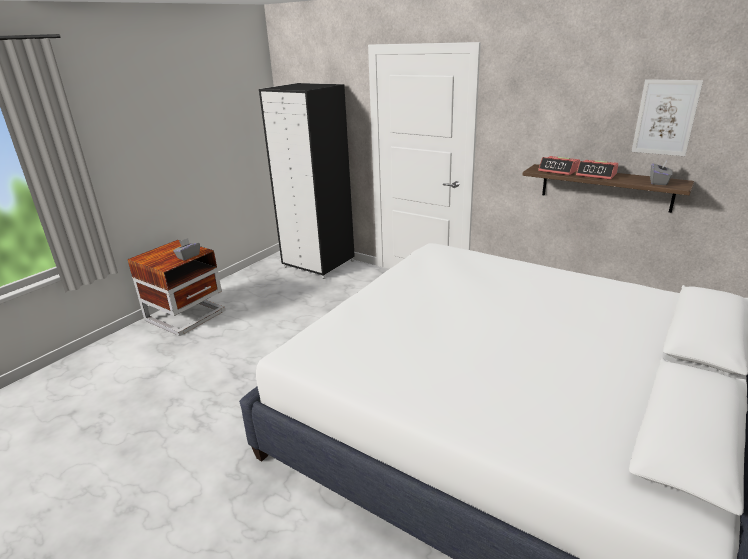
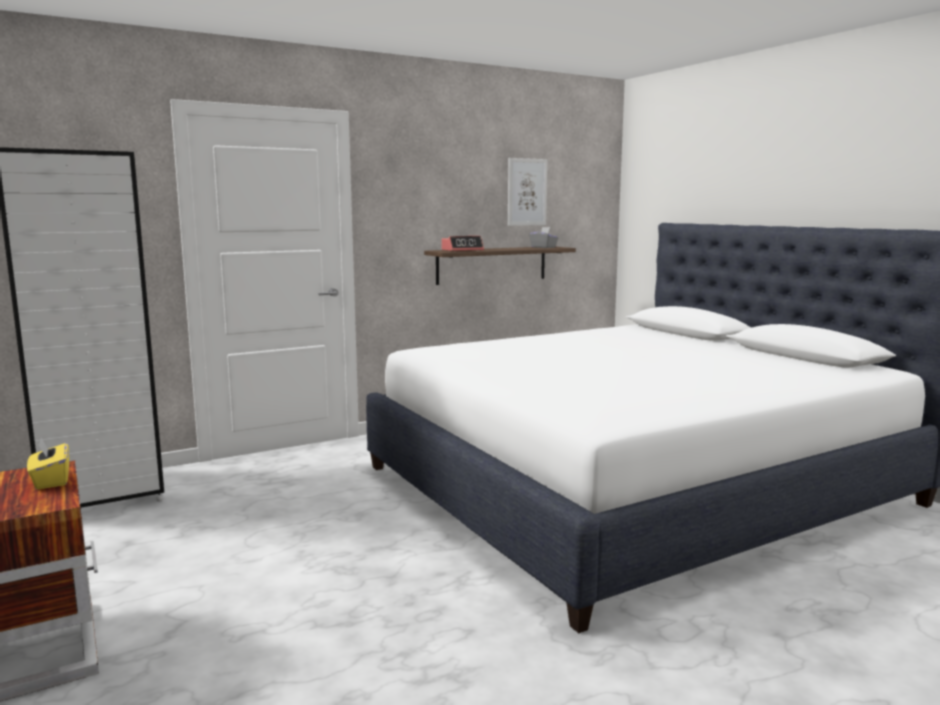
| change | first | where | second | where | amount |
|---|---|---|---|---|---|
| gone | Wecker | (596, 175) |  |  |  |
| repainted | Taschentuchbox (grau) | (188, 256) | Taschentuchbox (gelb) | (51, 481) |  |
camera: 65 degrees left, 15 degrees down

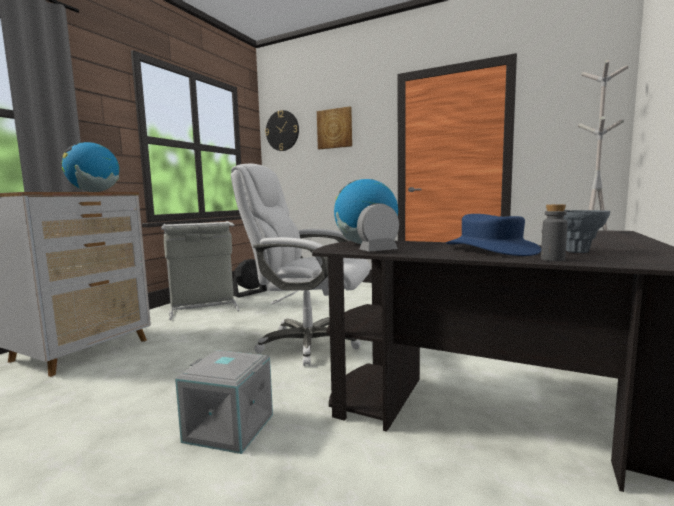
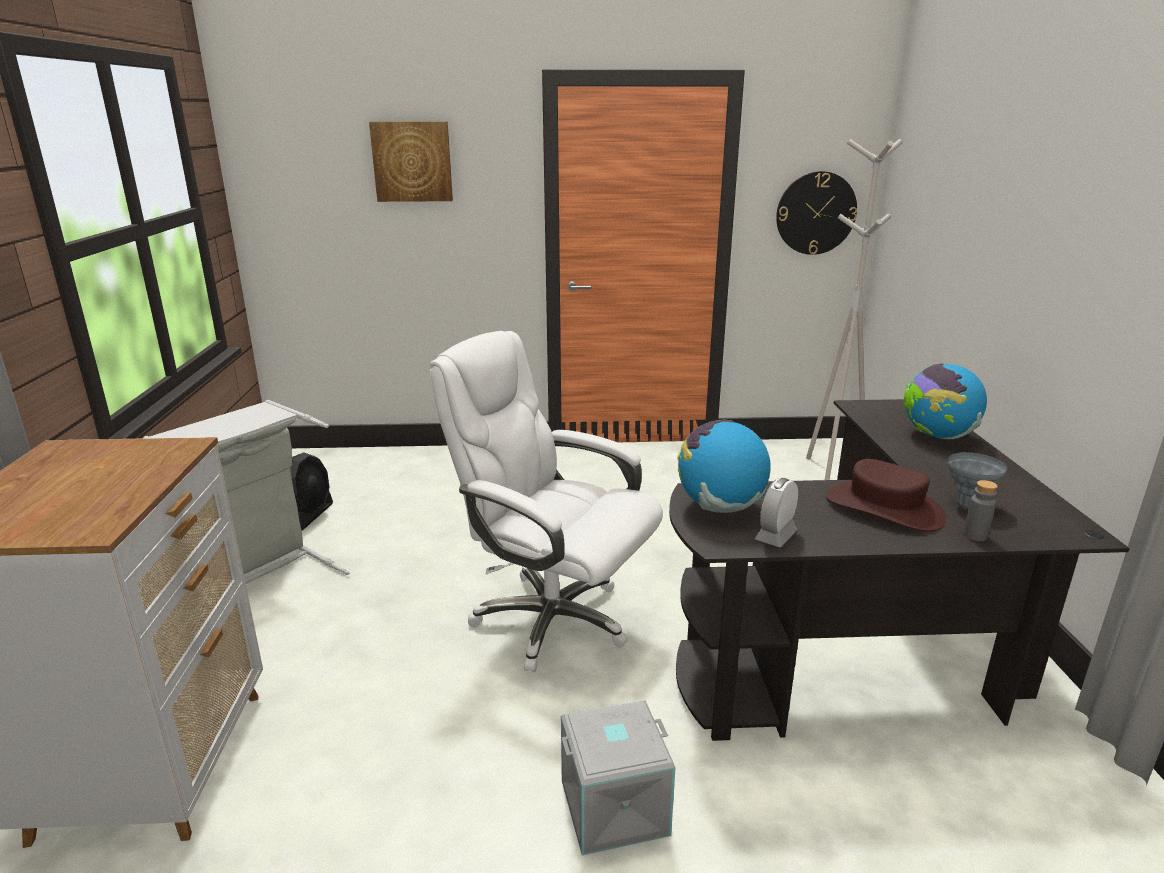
| change | first | where | second | where | amount |
|---|---|---|---|---|---|
| shifted | Globus | (94, 192) |  | (937, 436) |  |
| shifted | Wanduhr | (282, 130) |  | (816, 213) |  |
| repainted | Hut (blau) | (490, 249) | Hut (braun) | (884, 507) |  |
| rotated | Bürostuhl (weiß) | (310, 344) |  | (555, 620) | 45 degrees clockwise |
camera: 30 degrees left, 15 degrees up

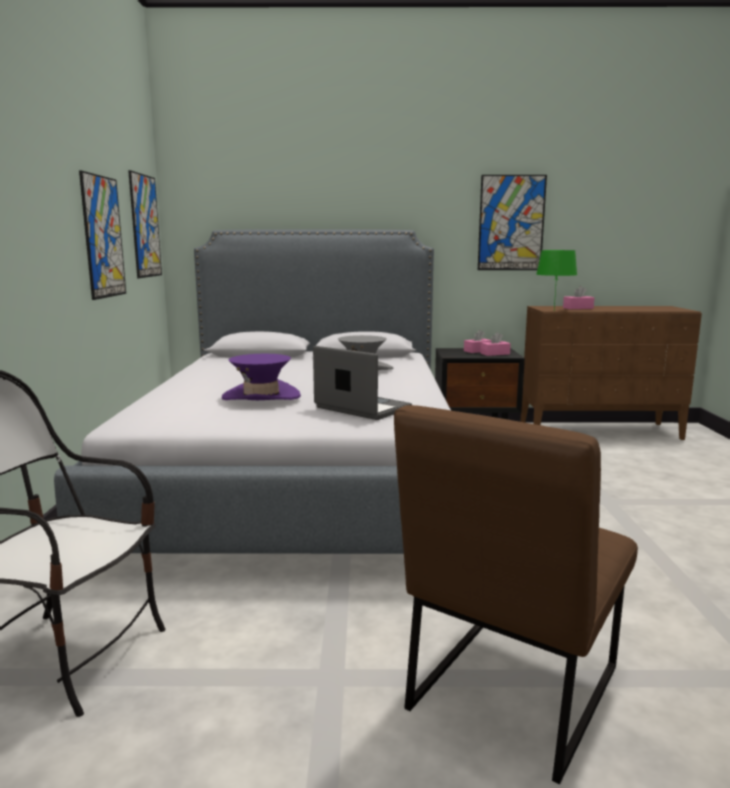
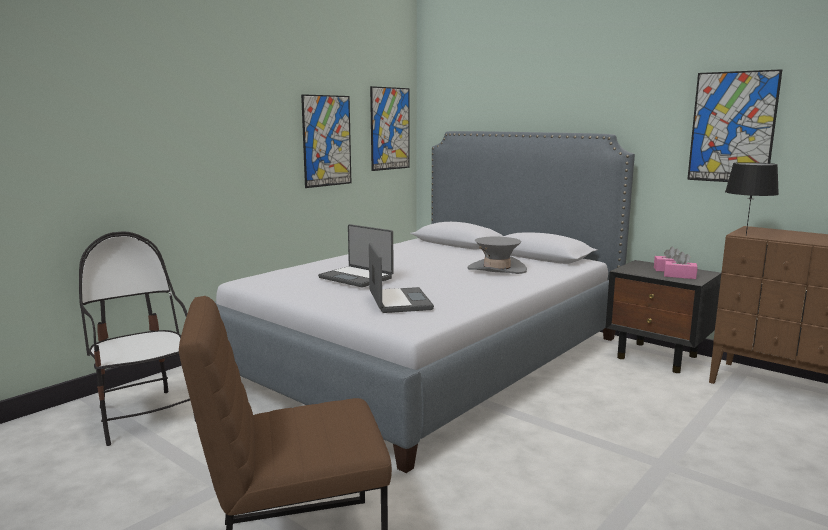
| change | first | where | second | where | amount |
|---|---|---|---|---|---|
| gone | Taschentuchbox (rosa) | (578, 308) |  |  |  |
| swapped | Hut (lila) | (261, 396) | Laptop | (357, 278) |  |
| repainted | Tischlampe (grün) | (554, 310) | Tischlampe (schwarz) | (746, 235) |  |
camera: 40 degrees right, 0 degrees up

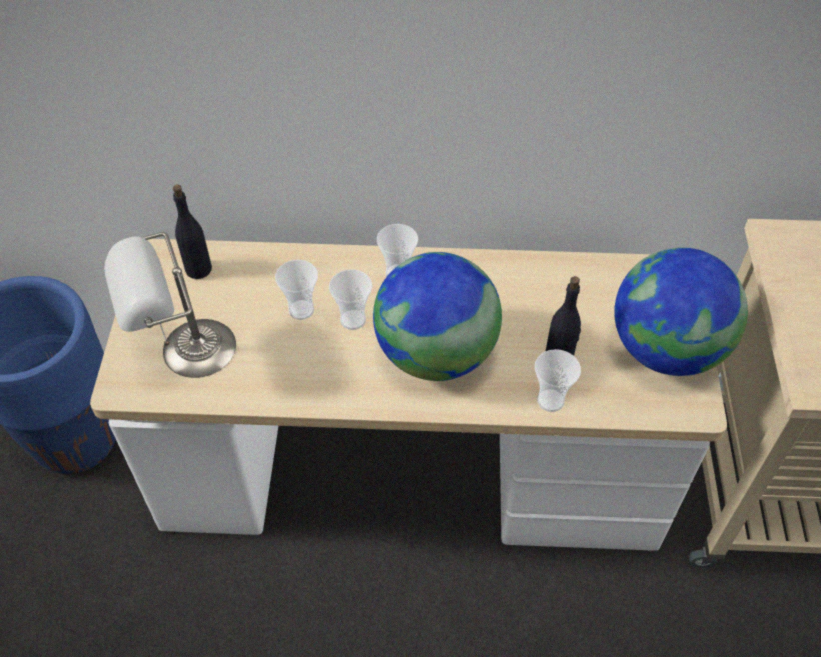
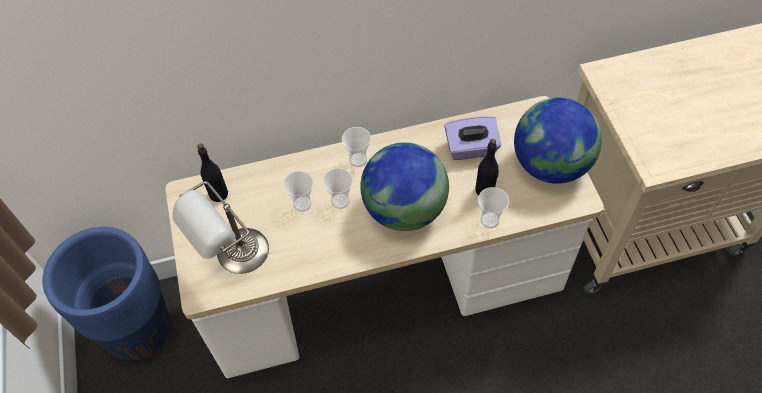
| change | first | where | second | where | amount |
|---|---|---|---|---|---|
| new |  |  | Taschentuchbox (lila) | (471, 149) |  |
camera: 15 degrees left, 5 degrees up

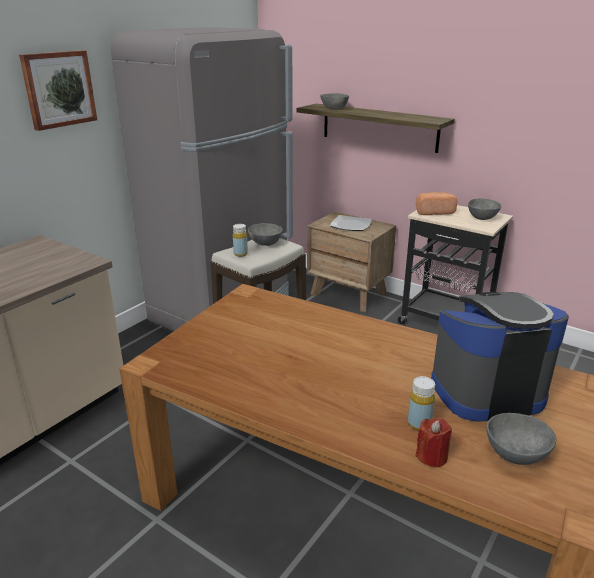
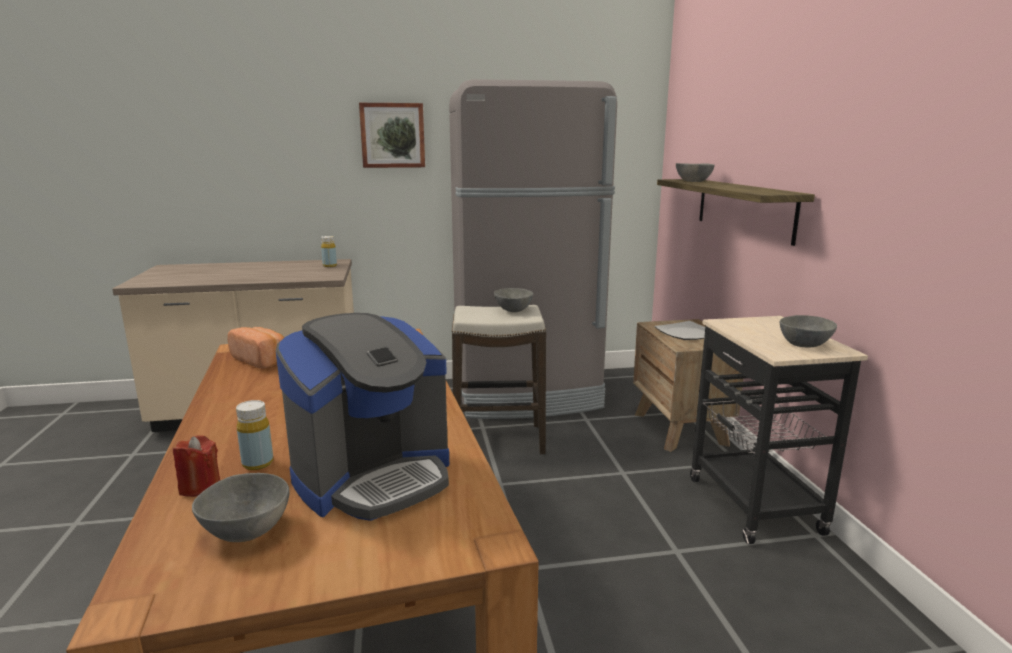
| change | first | where | second | where | amount |
|---|---|---|---|---|---|
| shifted | Flasche (gelb) | (240, 254) |  | (329, 266) |  |
| shifted | Brot | (433, 212) |  | (262, 360) |  |
| rotated | Kaffeemaschine | (485, 390) |  | (374, 477) | 105 degrees clockwise |
camera: 45 degrees right, 10 degrees down

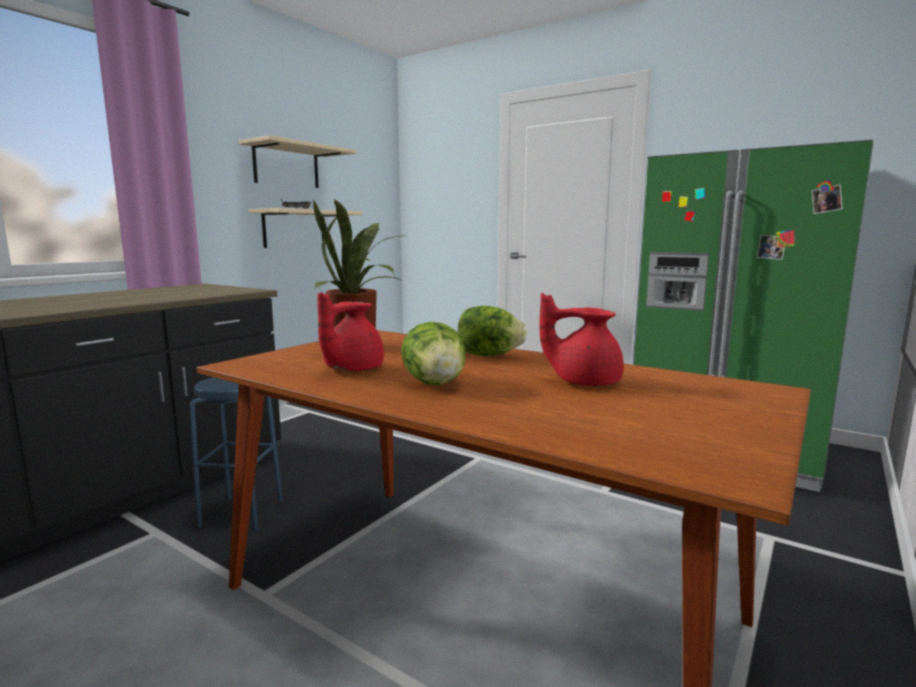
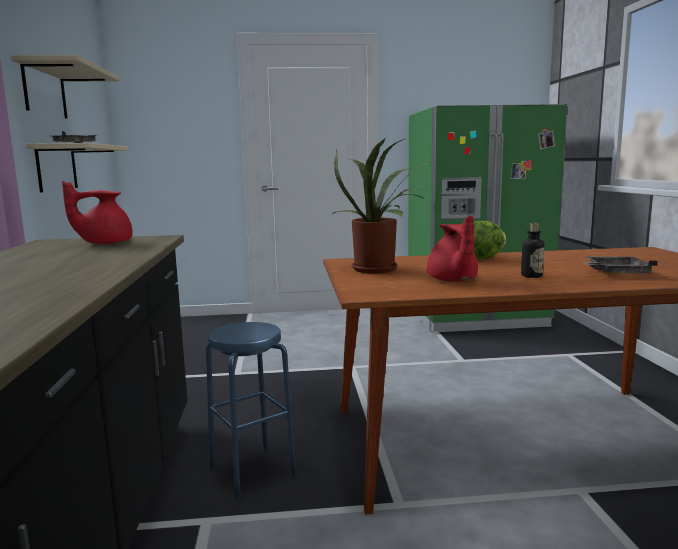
| change | first | where | second | where | amount |
|---|---|---|---|---|---|
| new |  |  | Tablett (grau) | (615, 273) |  |
| shifted | Teekanne (rot) | (583, 381) |  | (105, 243) |  |
| swapped | Salatkopf | (435, 384) | Flasche | (531, 276) |  |
camera: 40 degrees left, 0 degrees up

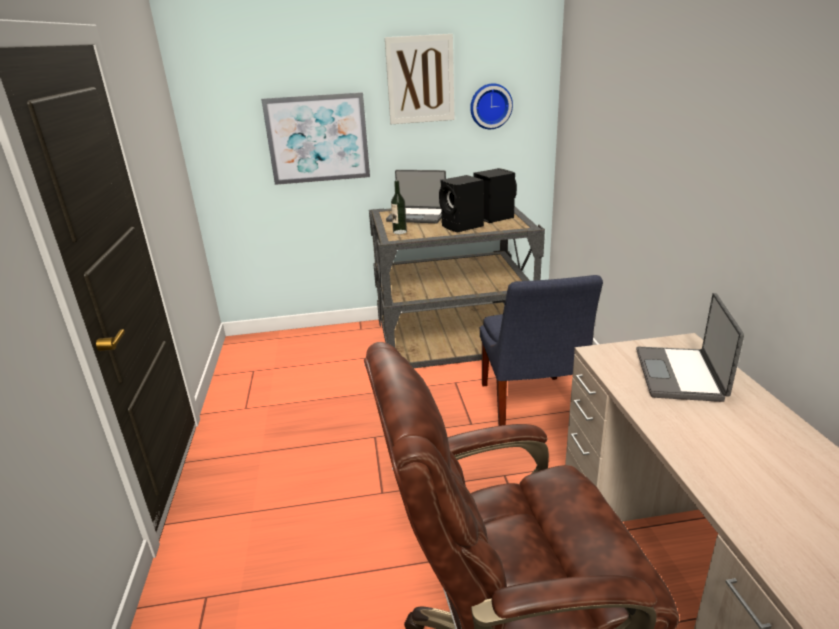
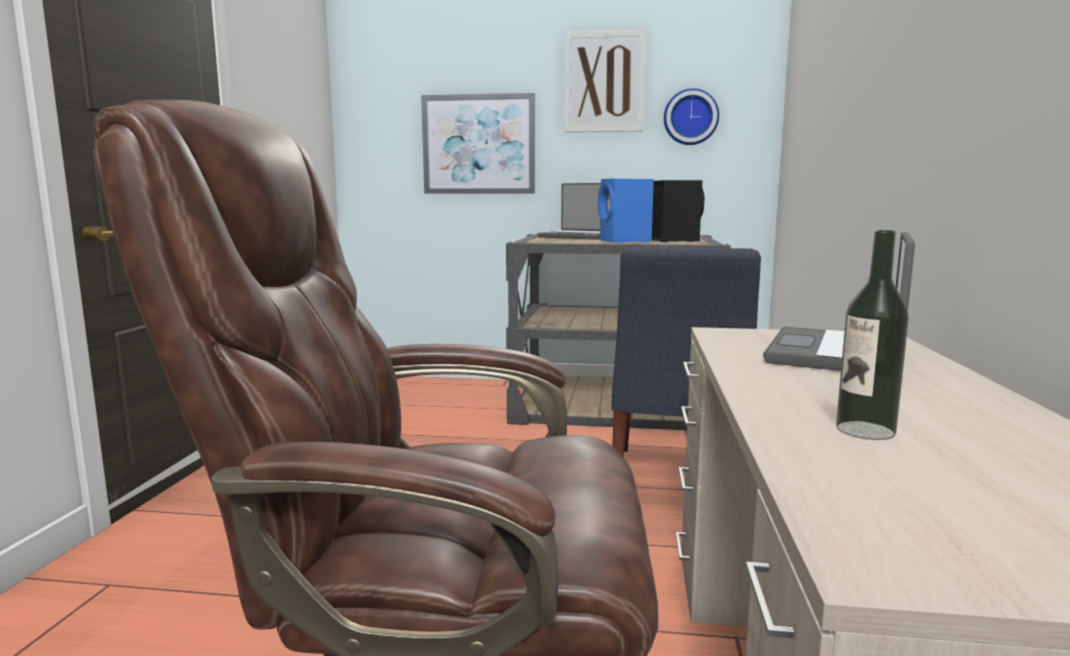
| change | first | where | second | where | amount |
|---|---|---|---|---|---|
| shifted | Flasche | (400, 232) |  | (865, 430) |  |
| repainted | Lautsprecher (schwarz) | (462, 226) | Lautsprecher (blau) | (625, 241) |  |
camera: 15 degrees right, 15 degrees down

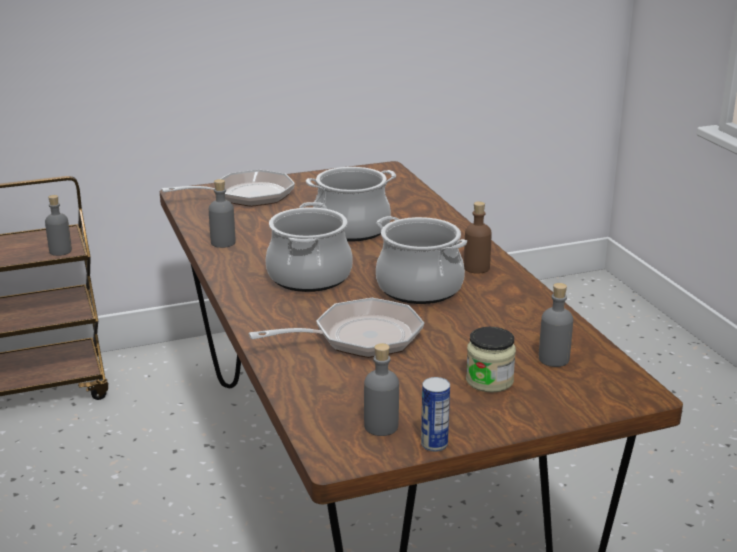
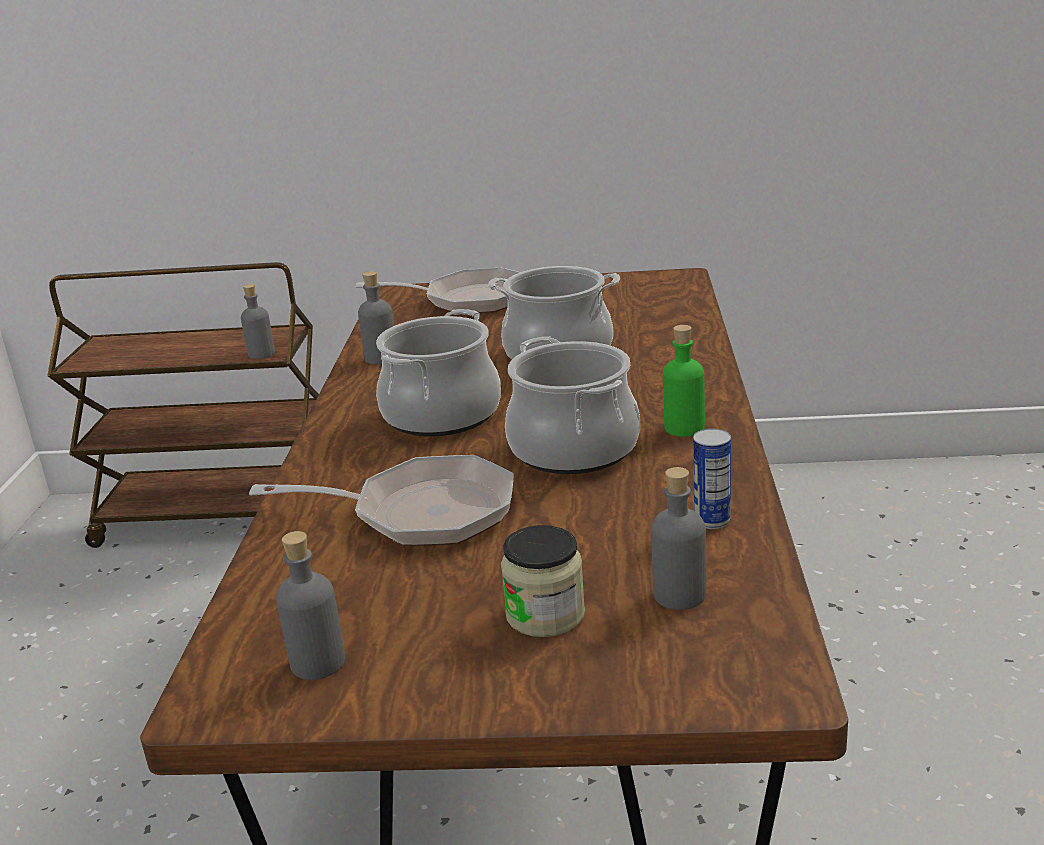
| change | first | where | second | where | amount |
|---|---|---|---|---|---|
| shifted | Dose | (434, 444) |  | (712, 521) |  |
| repainted | Flasche (braun) | (476, 268) | Flasche (grün) | (684, 428) |  |
camera: 25 degrees right, 0 degrees up

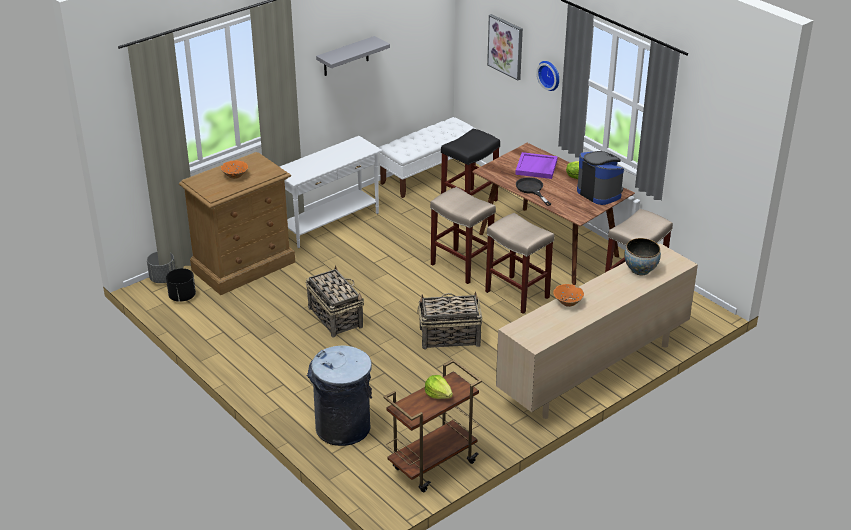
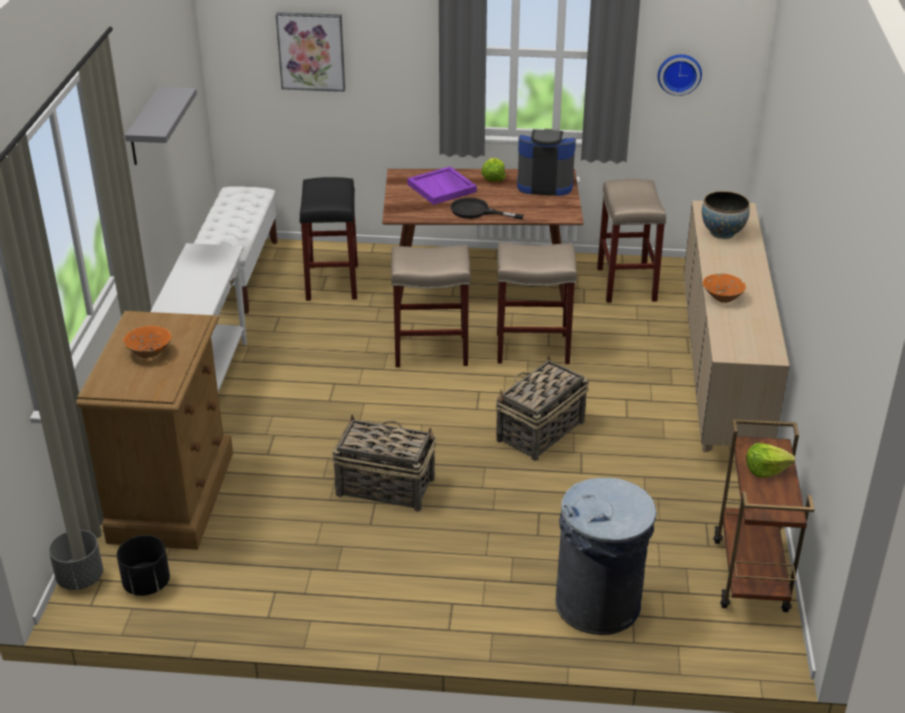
| change | first | where | second | where | amount |
|---|---|---|---|---|---|
| shifted | Wanduhr | (550, 75) |  | (679, 73) |  |
camera: 45 degrees left, 0 degrees up

